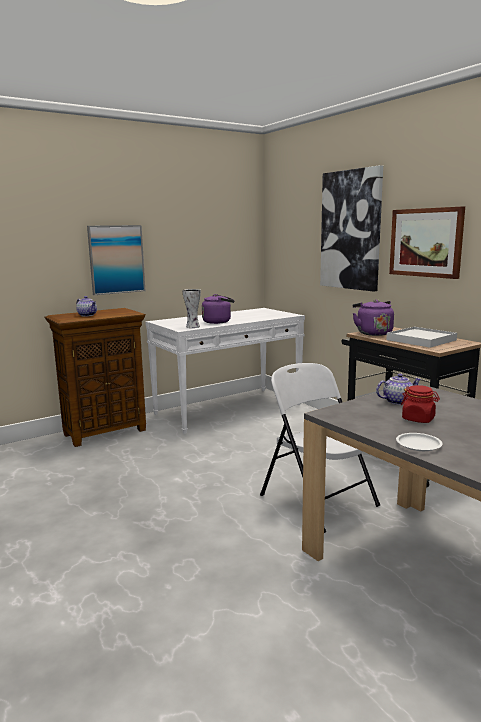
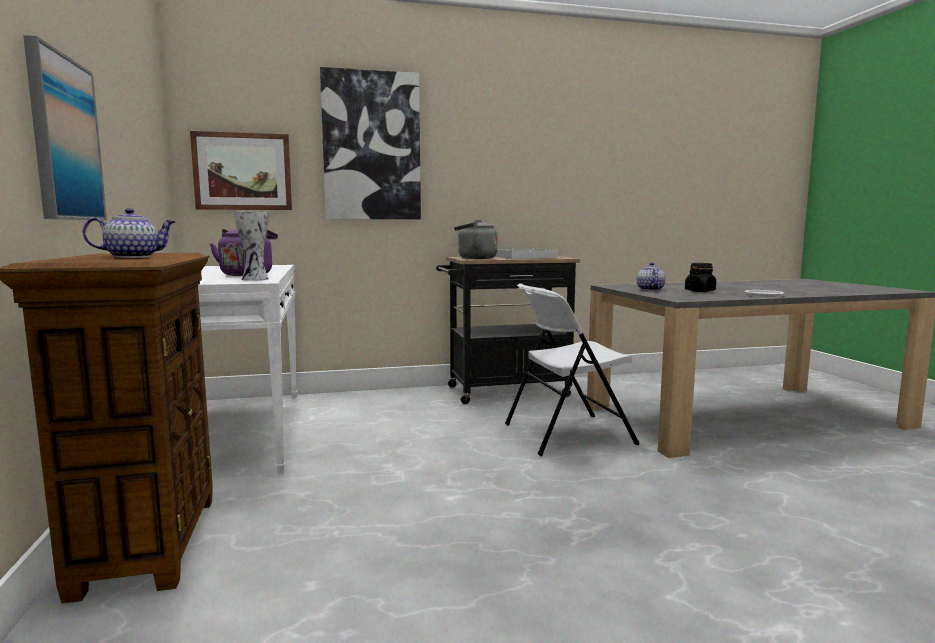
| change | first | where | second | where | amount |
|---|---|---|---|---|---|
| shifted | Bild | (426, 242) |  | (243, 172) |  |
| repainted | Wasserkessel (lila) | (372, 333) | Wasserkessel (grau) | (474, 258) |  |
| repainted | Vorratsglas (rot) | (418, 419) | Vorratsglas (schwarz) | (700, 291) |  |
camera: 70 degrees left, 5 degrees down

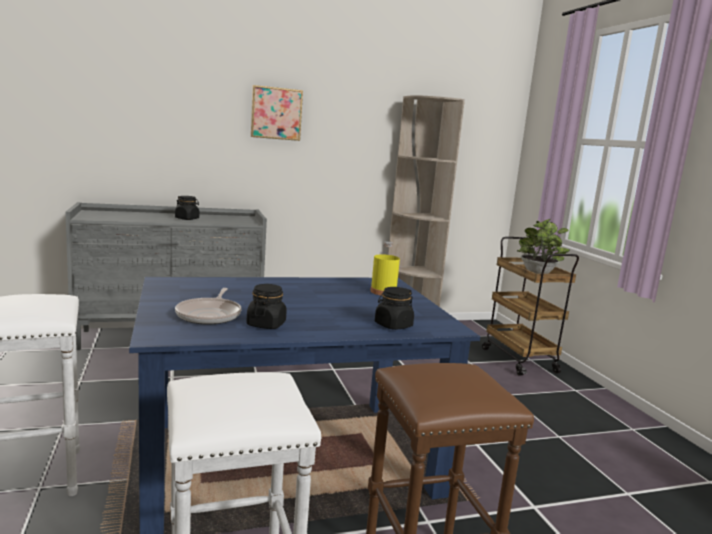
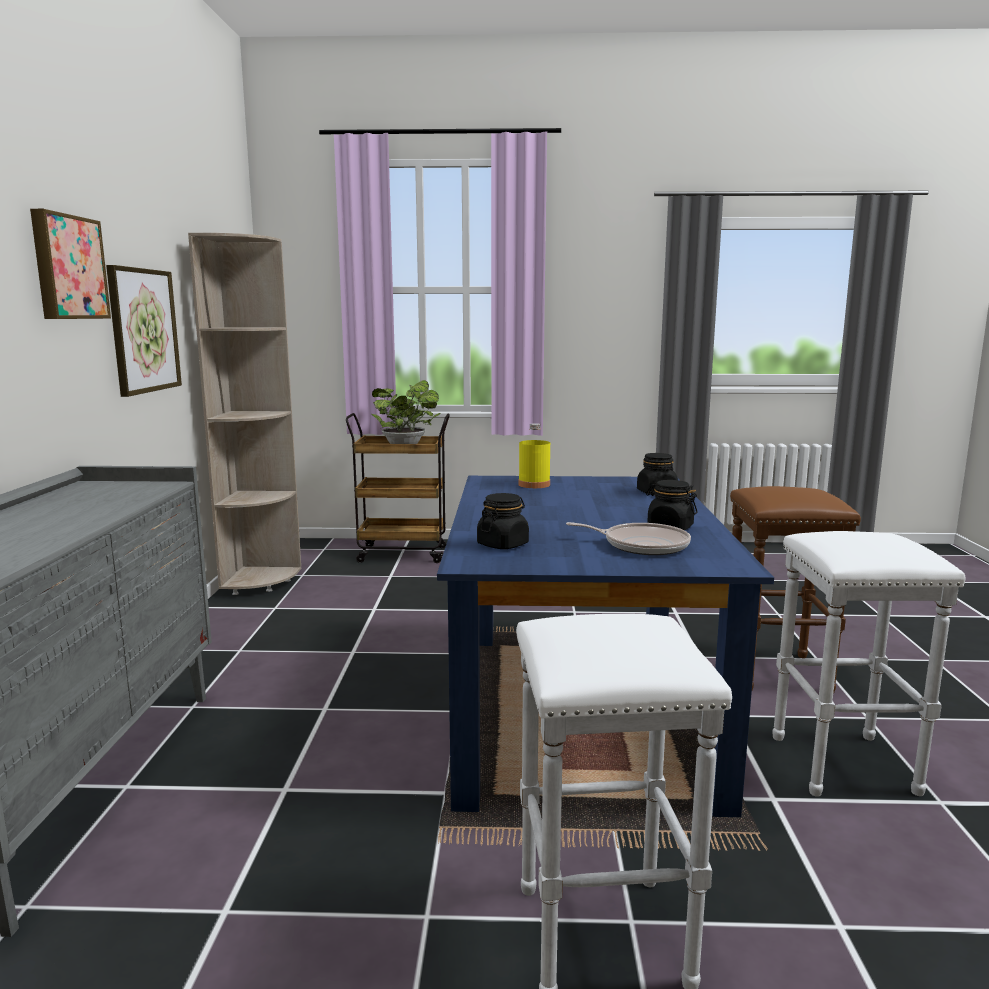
| change | first | where | second | where | amount |
|---|---|---|---|---|---|
| new |  |  | Bild | (143, 330) |  |
| shifted | Vorratsglas (schwarz) | (187, 219) |  | (503, 544) |  |
camera: 70 degrees left, 0 degrees up

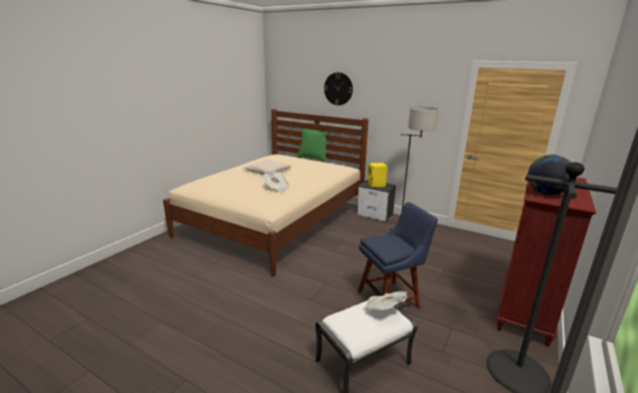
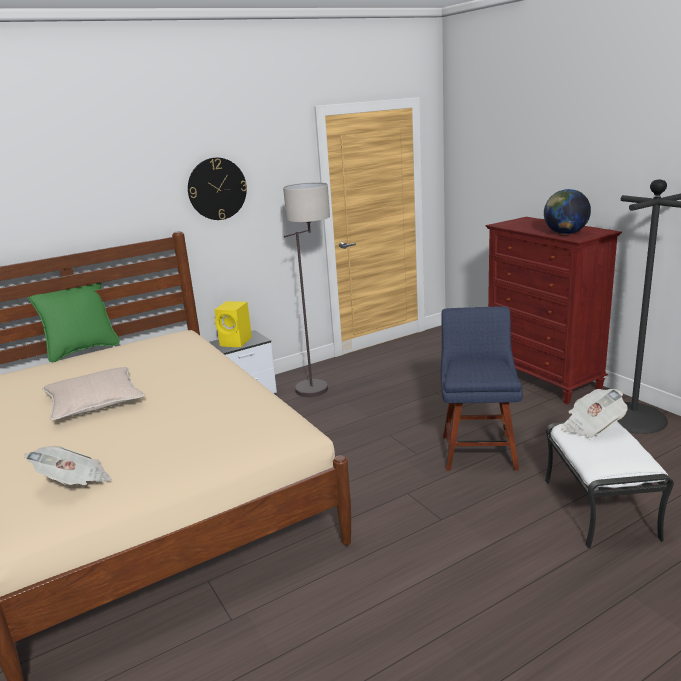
| change | first | where | second | where | amount |
|---|---|---|---|---|---|
| shifted | Zeitung | (276, 188) |  | (74, 482) |  |
| shifted | Wanduhr | (338, 89) |  | (217, 189) |  |
camera: 60 degrees left, 0 degrees up

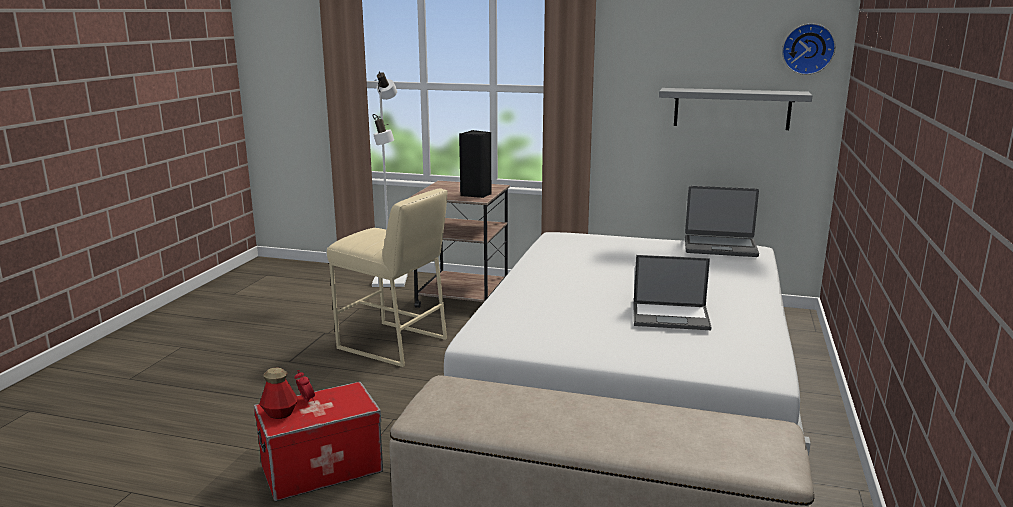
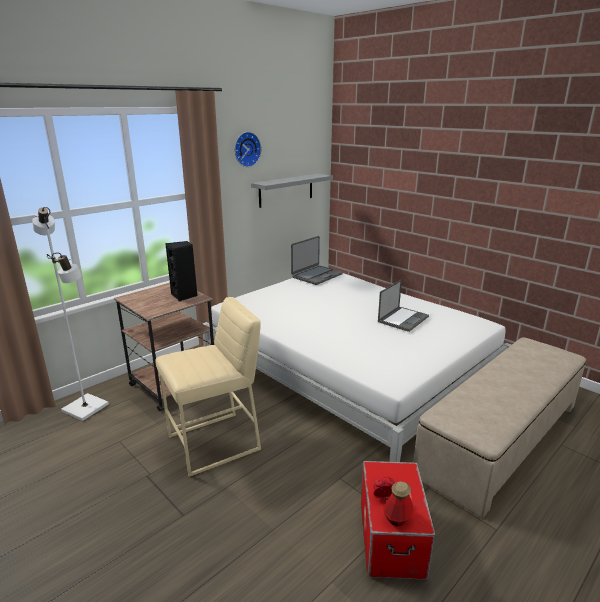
| change | first | where | second | where | amount |
|---|---|---|---|---|---|
| shifted | Wanduhr | (808, 49) |  | (246, 149) |  |
camera: 60 degrees left, 5 degrees up

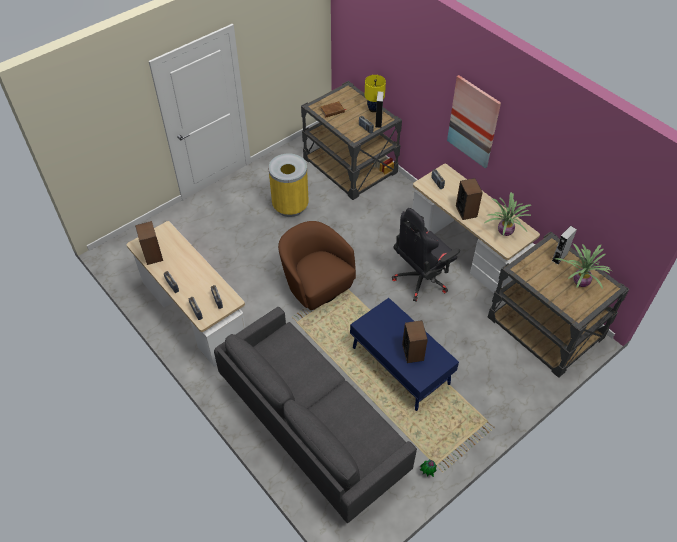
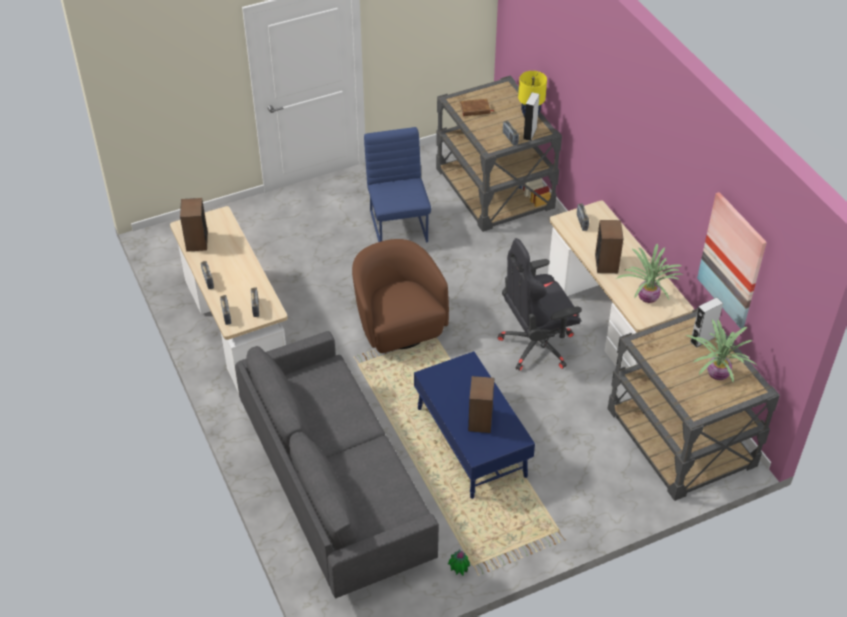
| change | first | where | second | where | amount |
|---|---|---|---|---|---|
| shifted | Bild | (473, 122) |  | (732, 260) |  |
| swapped | Mülleimer (gelb) | (290, 206) | Stuhl (blau) | (398, 224) |  |
camera: 15 degrees right, 5 degrees down

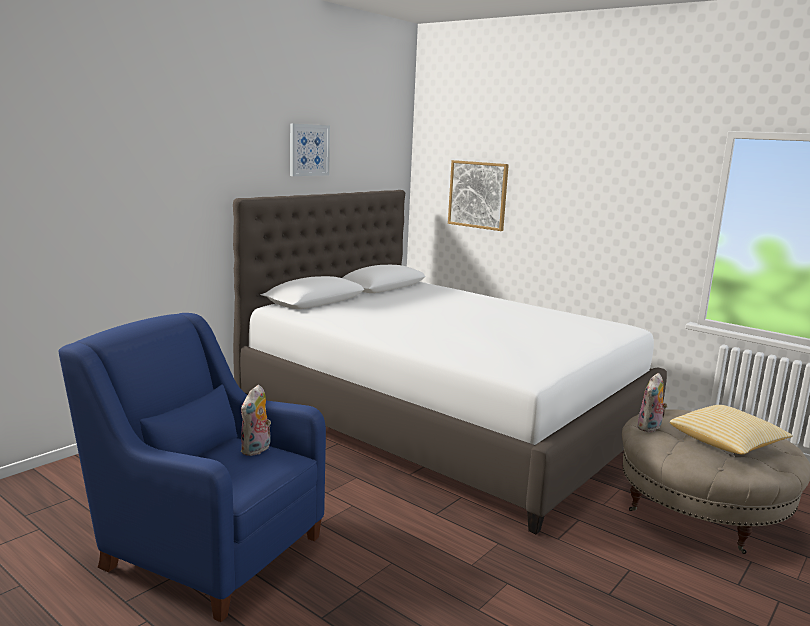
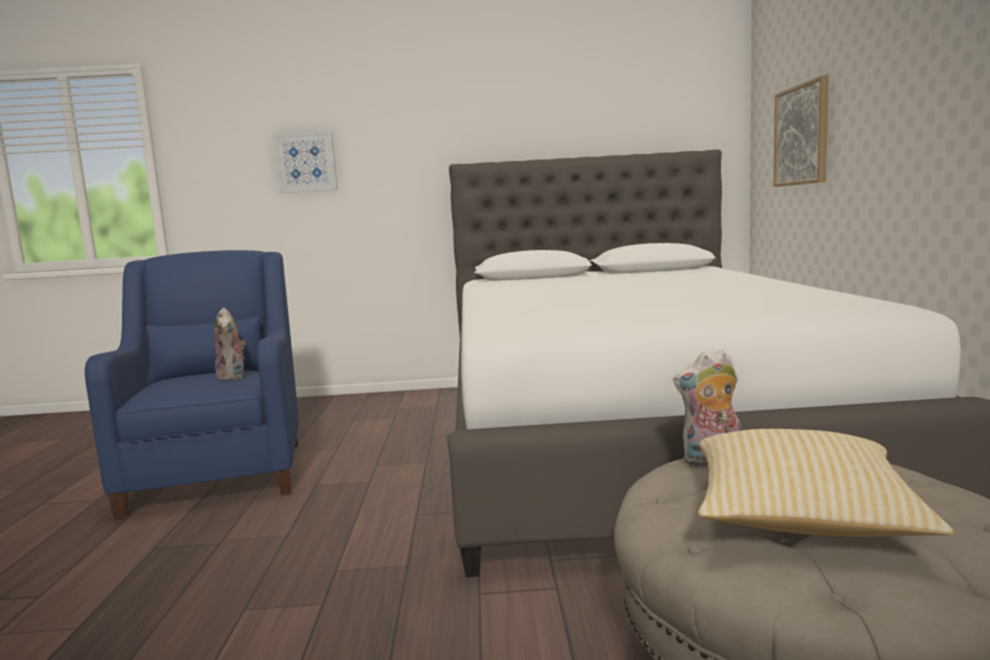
| change | first | where | second | where | amount |
|---|---|---|---|---|---|
| shifted | Bild | (309, 150) |  | (306, 162) |  |
| rotated | Plüschtier | (256, 450) |  | (233, 377) | 90 degrees counterclockwise |
camera: 50 degrees right, 5 degrees down

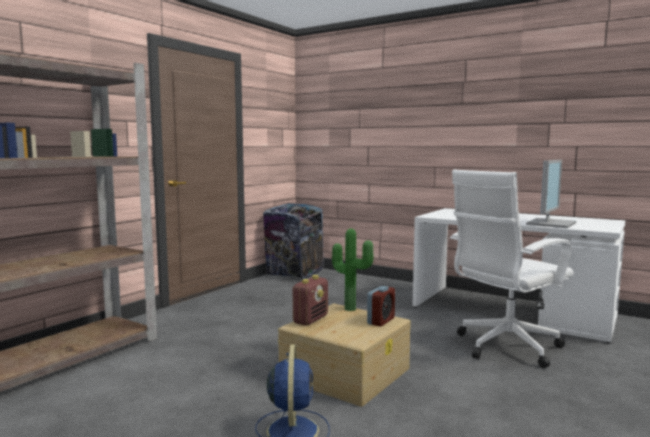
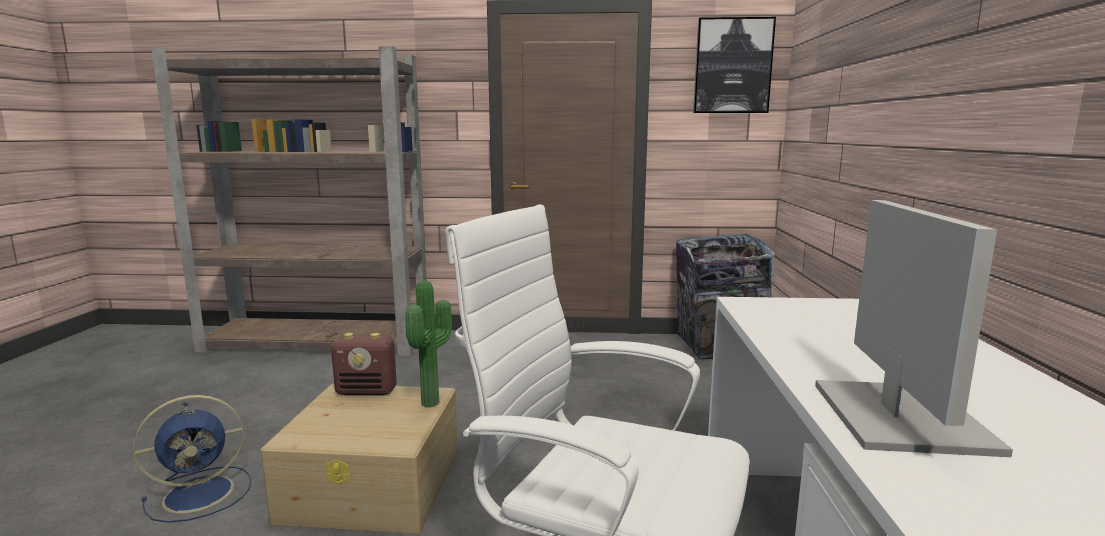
| change | first | where | second | where | amount |
|---|---|---|---|---|---|
| gone | Wecker | (381, 321) |  |  |  |
| new |  |  | Bild | (732, 66) |  |
| rotated | Monitor | (550, 223) |  | (896, 415) | 90 degrees counterclockwise |
camera: 60 degrees right, 5 degrees up

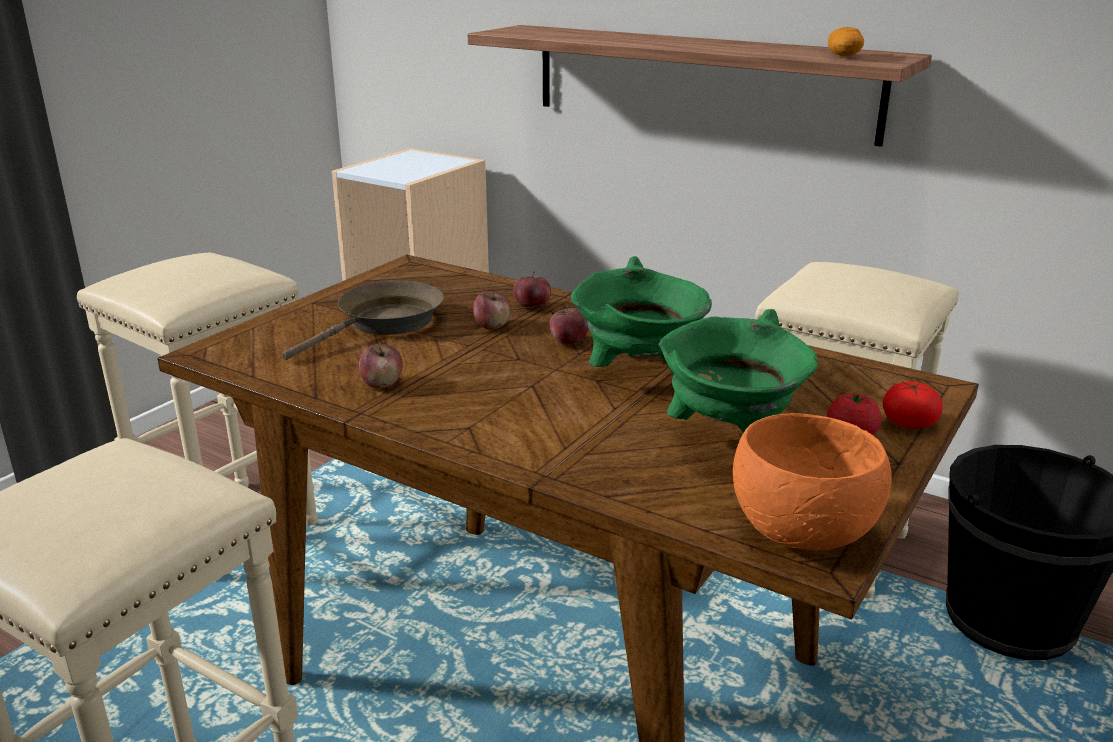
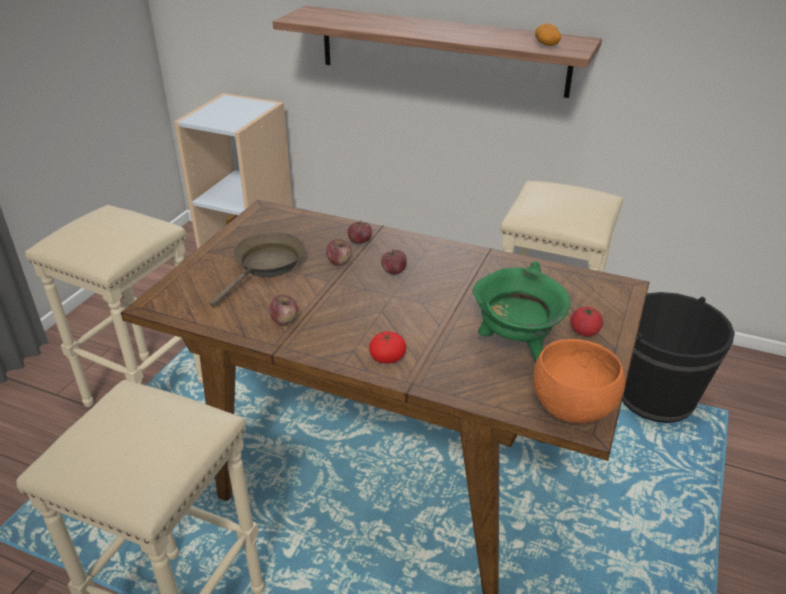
| change | first | where | second | where | amount |
|---|---|---|---|---|---|
| gone | Kochtopf (grün) | (639, 378) |  |  |  |
| shifted | Tomate | (908, 423) |  | (387, 357) |  |
camera: 10 degrees left, 10 degrees up

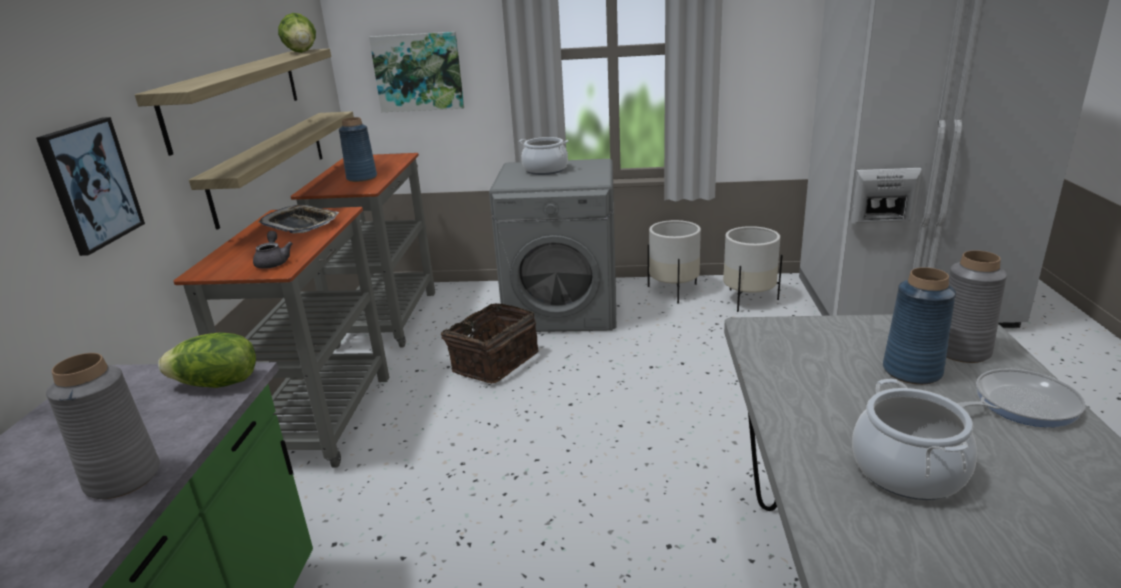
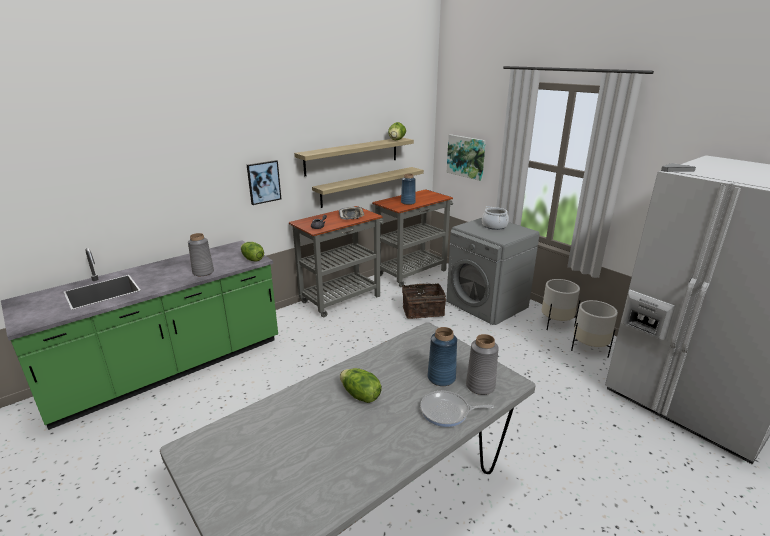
| change | first | where | second | where | amount |
|---|---|---|---|---|---|
| swapped | Kochtopf | (908, 470) | Salatkopf | (360, 395) |  |
| rotated | Pfanne | (1019, 404) |  | (447, 412) | 150 degrees clockwise |
camera: 45 degrees right, 0 degrees up

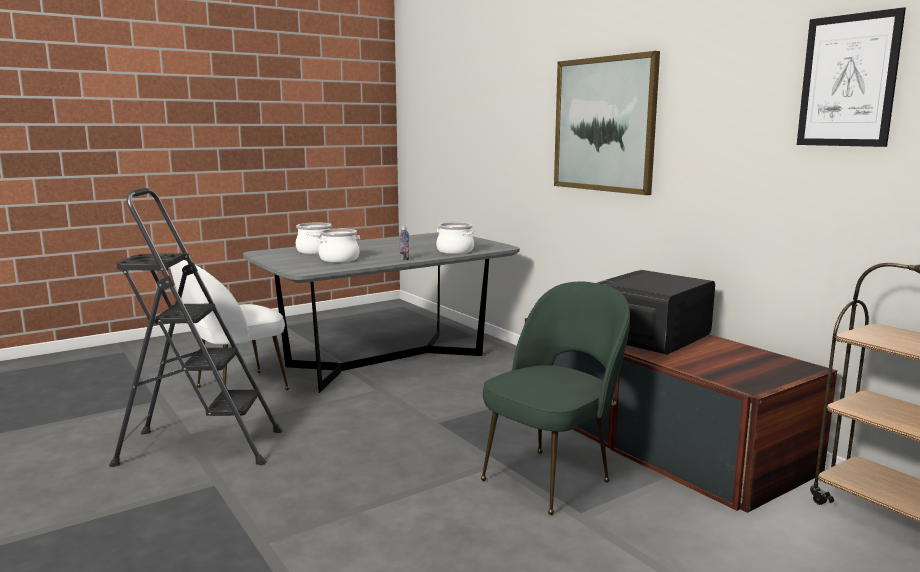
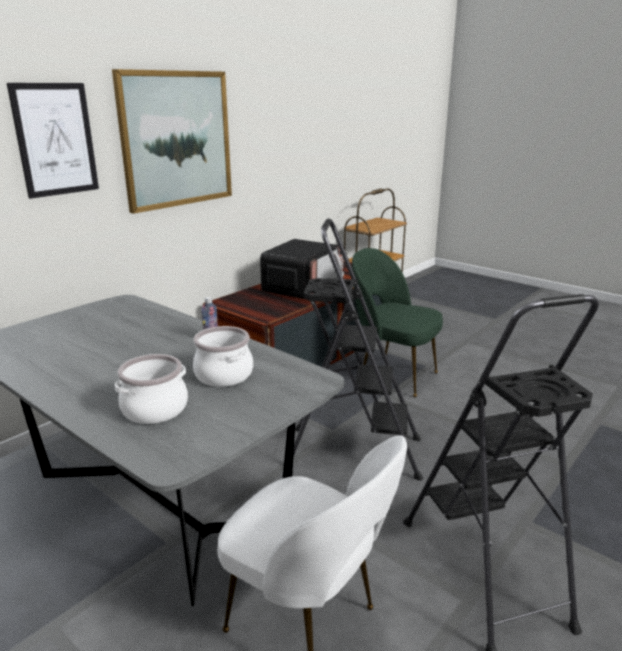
| change | first | where | second | where | amount |
|---|---|---|---|---|---|
| gone | Kochtopf | (455, 251) |  |  |  |
| new |  |  | Trittleiter | (352, 451) |  |
| shifted | Bild | (848, 81) |  | (55, 140) |  |
| rotated | Mikrowelle | (650, 339) |  | (303, 288) | 90 degrees counterclockwise |
camera: 105 degrees left, 10 degrees up

